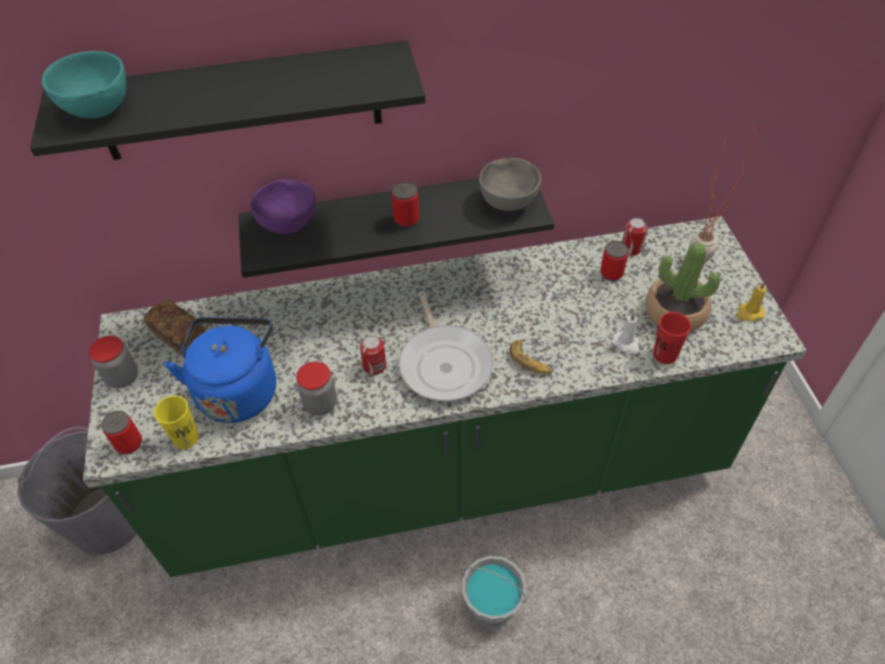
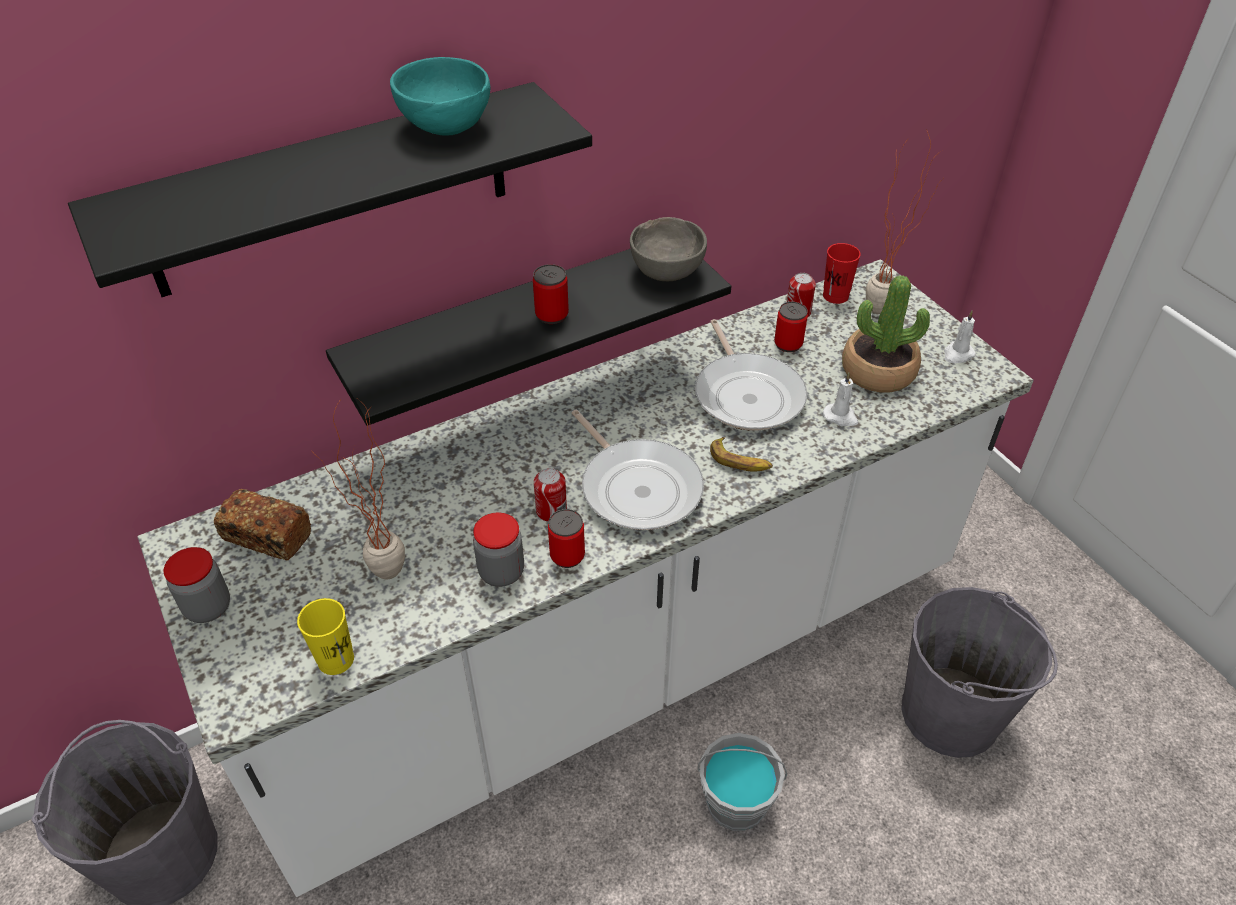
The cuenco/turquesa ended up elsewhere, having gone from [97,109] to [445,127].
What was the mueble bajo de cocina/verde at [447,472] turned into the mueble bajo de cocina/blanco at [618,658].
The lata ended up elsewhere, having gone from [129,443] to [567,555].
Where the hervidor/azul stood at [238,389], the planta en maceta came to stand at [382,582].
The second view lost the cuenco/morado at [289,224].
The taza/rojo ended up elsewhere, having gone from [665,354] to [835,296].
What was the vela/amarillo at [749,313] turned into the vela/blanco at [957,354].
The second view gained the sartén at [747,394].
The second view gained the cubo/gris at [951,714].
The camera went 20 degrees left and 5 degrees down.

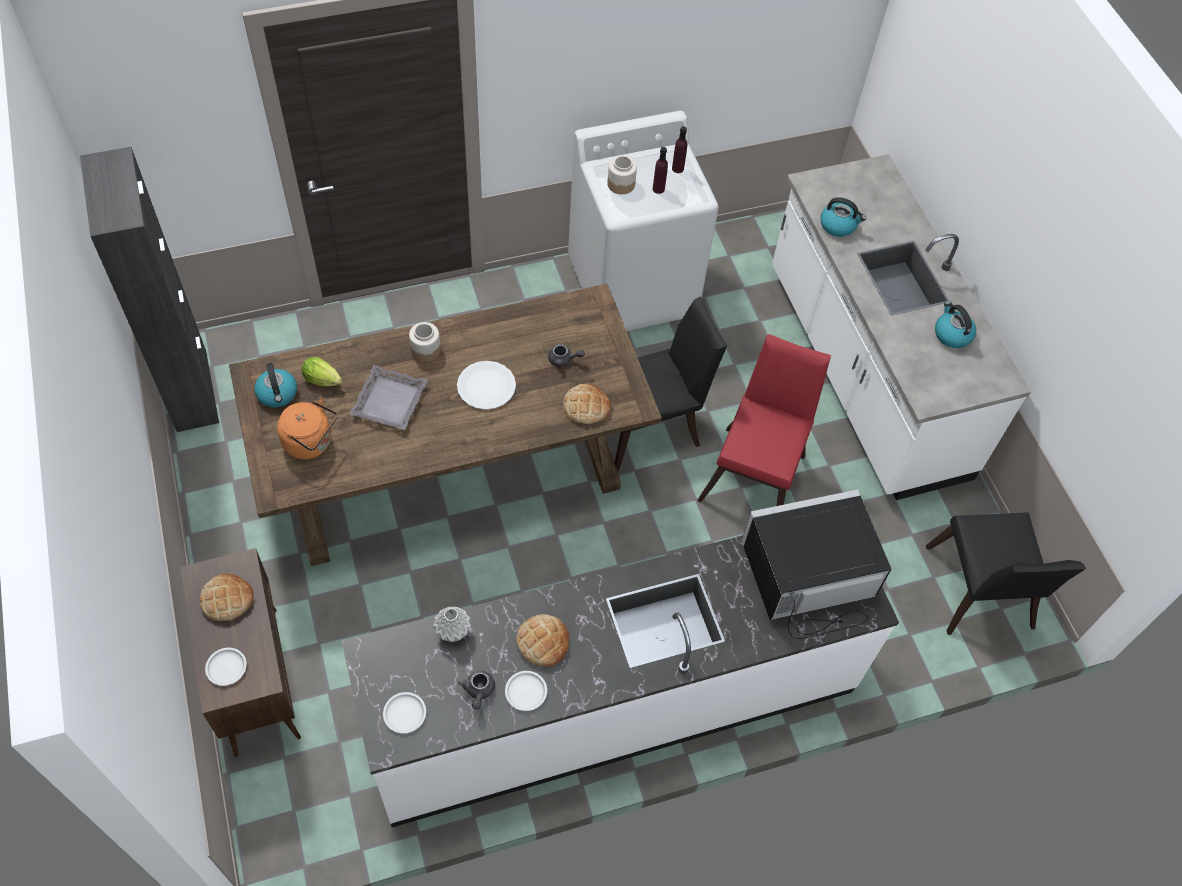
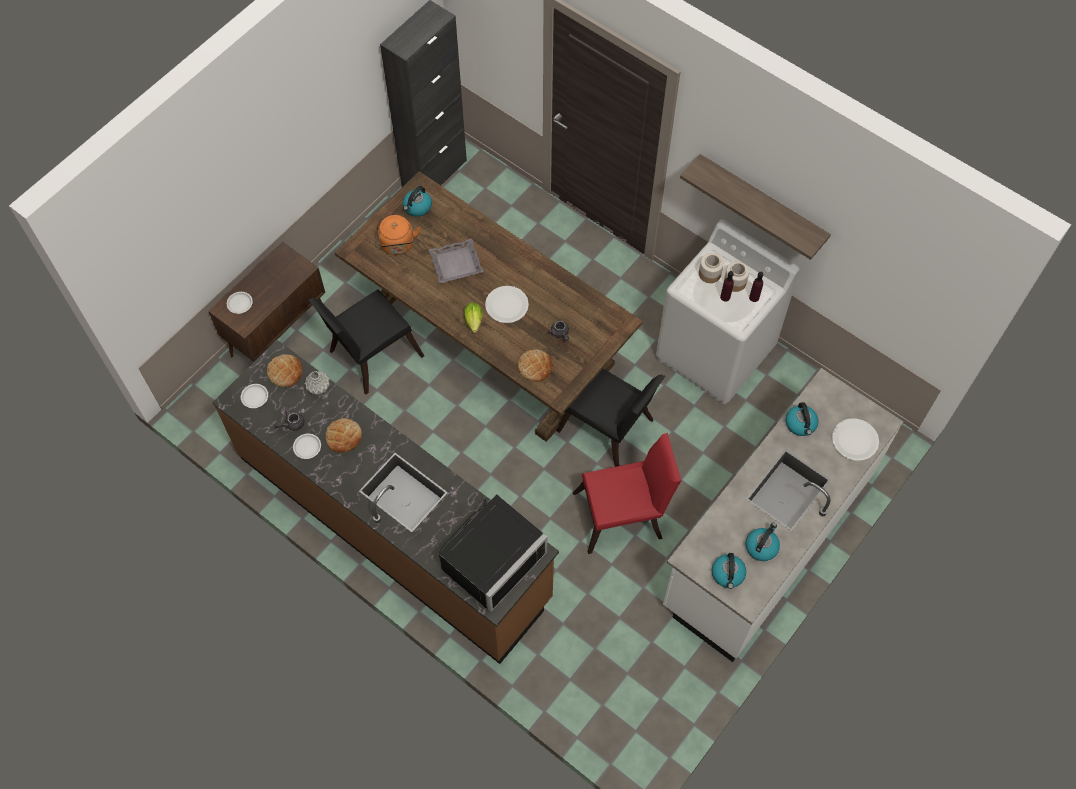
The pan ended up elsewhere, having gone from [227,599] to [285,372].
The lechuga ended up elsewhere, having gone from [324,381] to [474,323].
What was the mueble bajo de cocina/blanco at [612,702] turned into the mueble bajo de cocina/marrón at [394,526].
The tarro ended up elsewhere, having gone from [425,350] to [735,282].
The microondas/negro at [809,579] ended up facing another way, 90 degrees clockwise from before.
The silla/negro ended up elsewhere, having gone from [979,595] to [370,356].
The second view gained the estante at [761,204].
The second view gained the hervidor at [728,574].
The second view gained the plato/blanco at [854,440].
The camera went 60 degrees right and 5 degrees up.

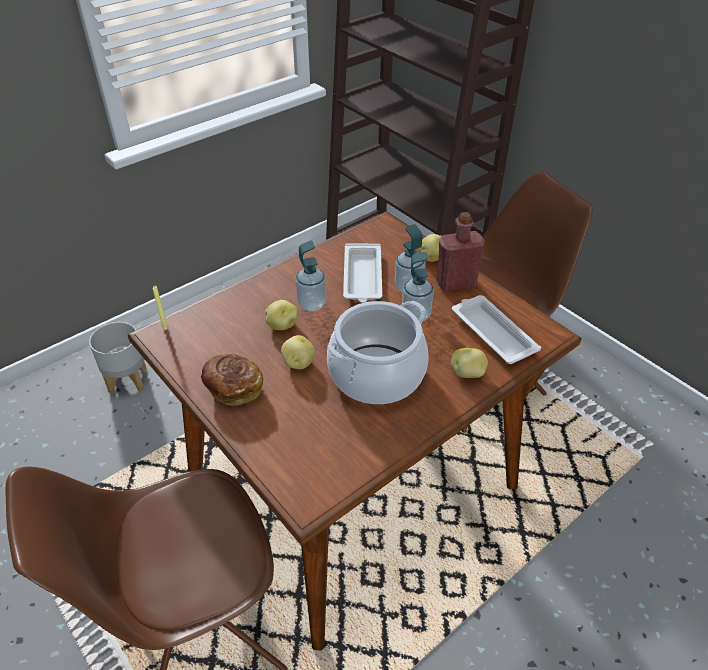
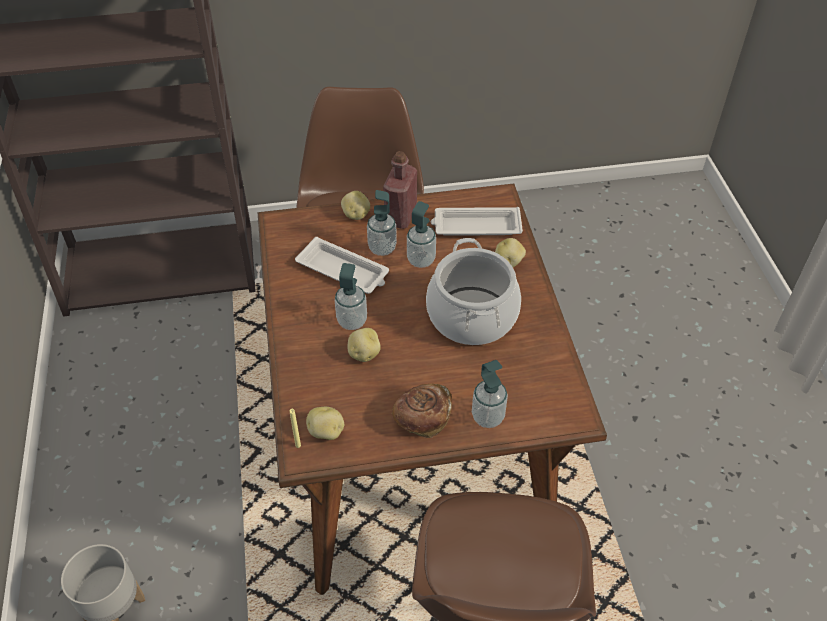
The patata ended up elsewhere, having gone from [298,363] to [326,432].
The second view gained the dispensador de jabón at [488,417].
The camera went 60 degrees left and 5 degrees up.

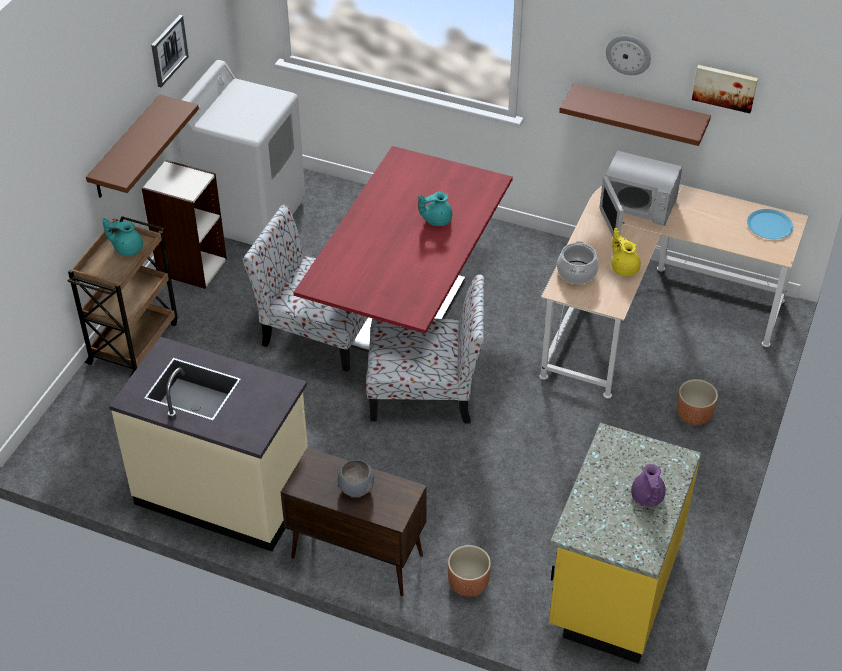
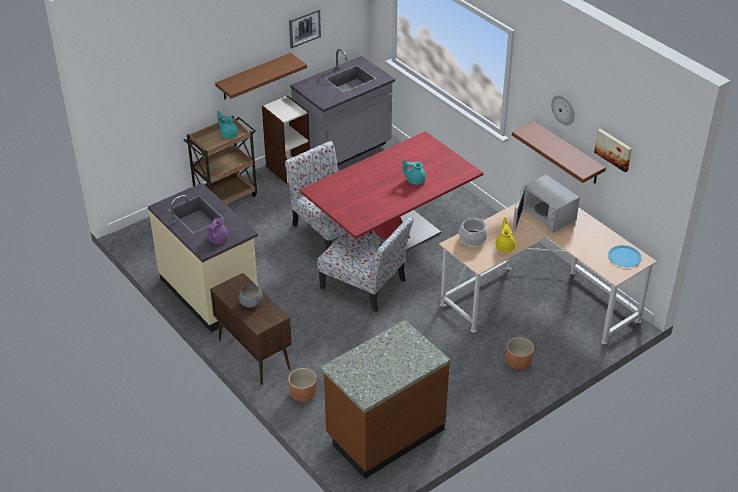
Where the lavadora/blanco stood at [249,212], the mueble bajo de cocina/gris came to stand at [344,151].
What was the mueble bajo de cocina/amarillo at [612,587] turned into the mueble bajo de cocina/marrón at [384,433].
The tetera/morado ended up elsewhere, having gone from [647,498] to [217,239].
The camera went 30 degrees right and 5 degrees down.

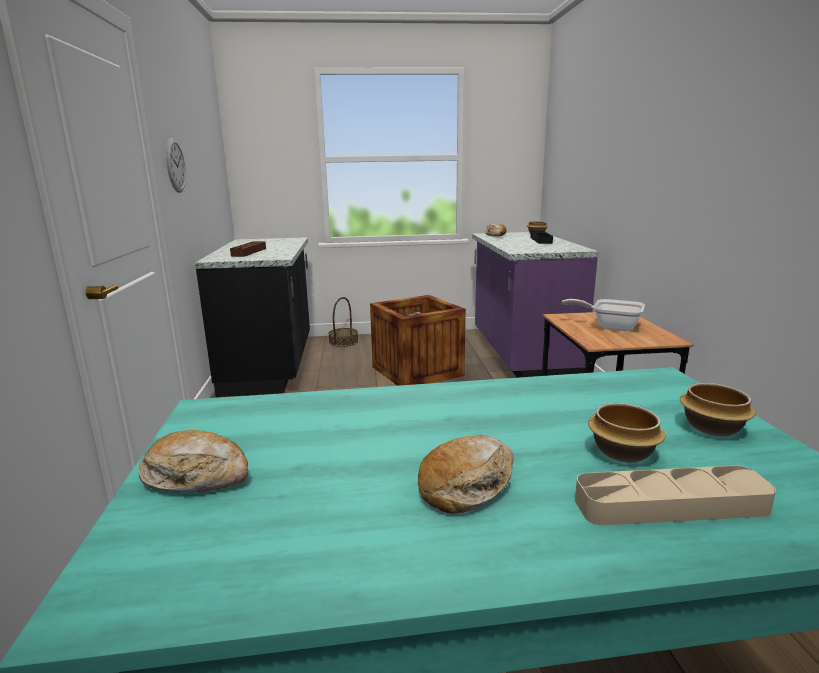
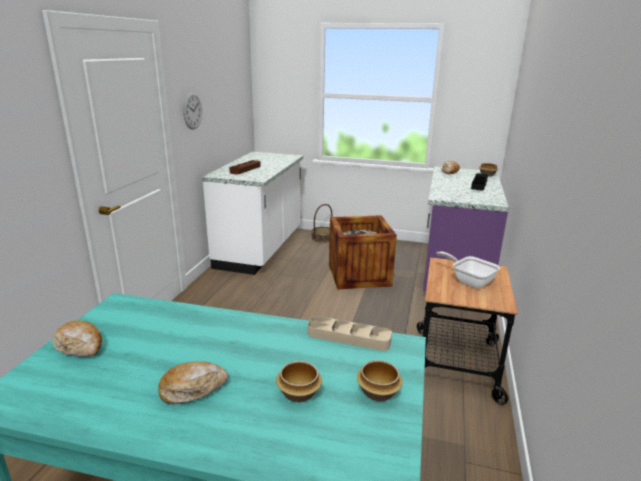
What was the mueble bajo de cocina/negro at [271,365] turned into the mueble bajo de cocina/blanco at [260,249].
The bandeja/beis ended up elsewhere, having gone from [670,504] to [348,337].
The camera went 20 degrees right and 5 degrees up.

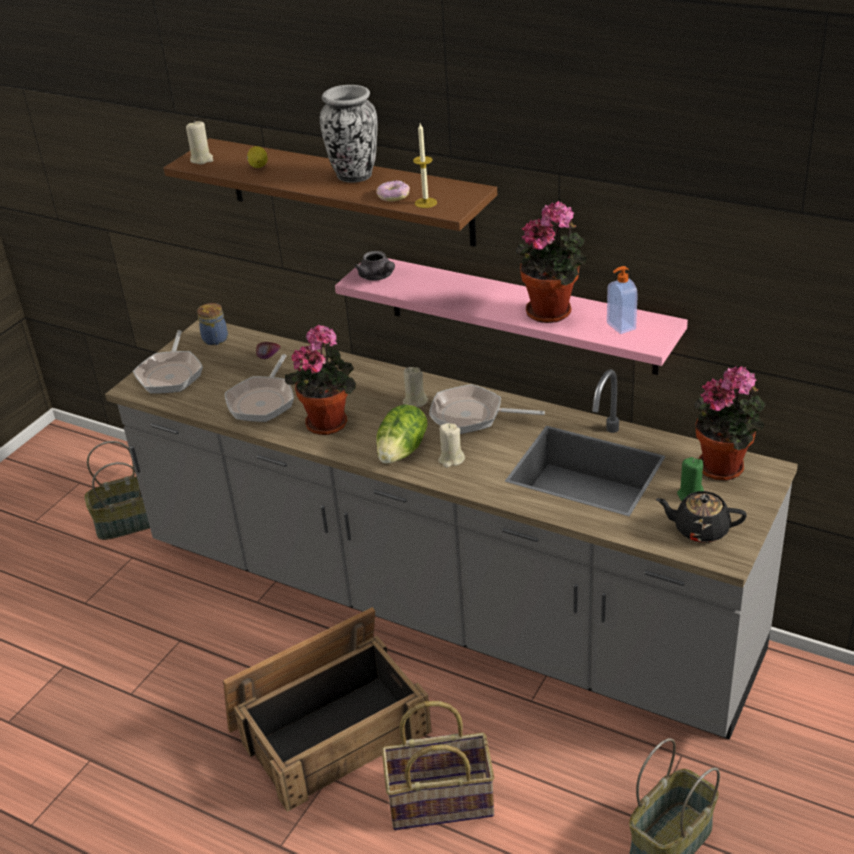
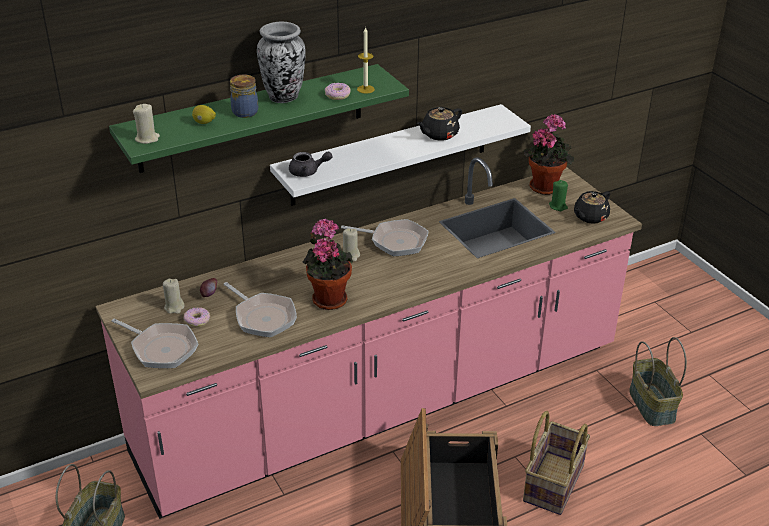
What was the mueble bajo de cocina/gris at [441,602] turned into the mueble bajo de cocina/rosa at [383,403].
What was the estante/marrón at [348,191] turned into the estante/verde at [252,118].
The tarro ended up elsewhere, having gone from [216,338] to [244,112].
What was the estante/rosa at [520,314] turned into the estante/blanco at [391,155].
The second view lost the lechuga at [403,451].
The sartén at [472,415] ended up facing another way, 120 degrees counterclockwise from before.
The vela/beis ended up elsewhere, having gone from [451,459] to [174,307].
Where the planta en maceta stood at [553,311], the tetera/negro came to stand at [439,134].
The second view lost the dispensador de jabón at [620,326].
The second view gained the rosquilla at [197,320].
The camera went 60 degrees left and 0 degrees up.

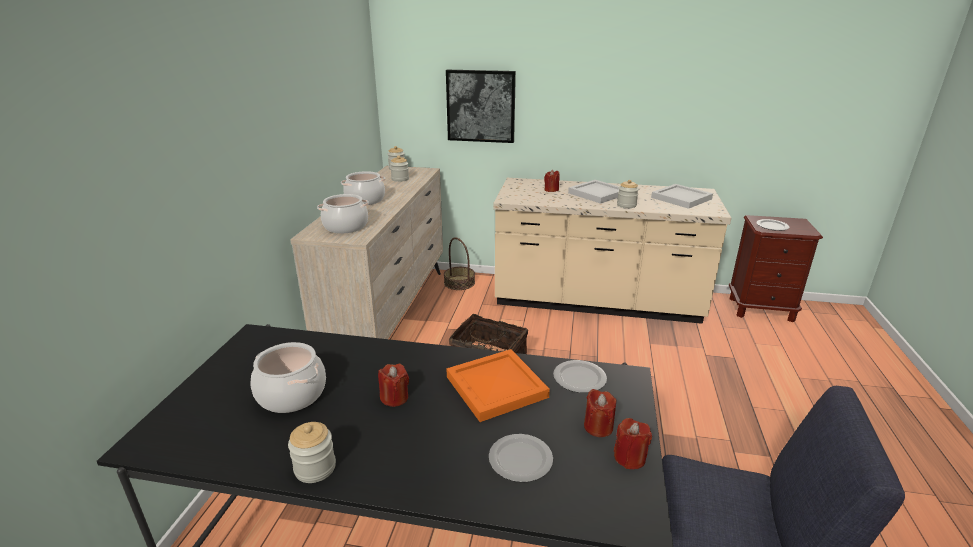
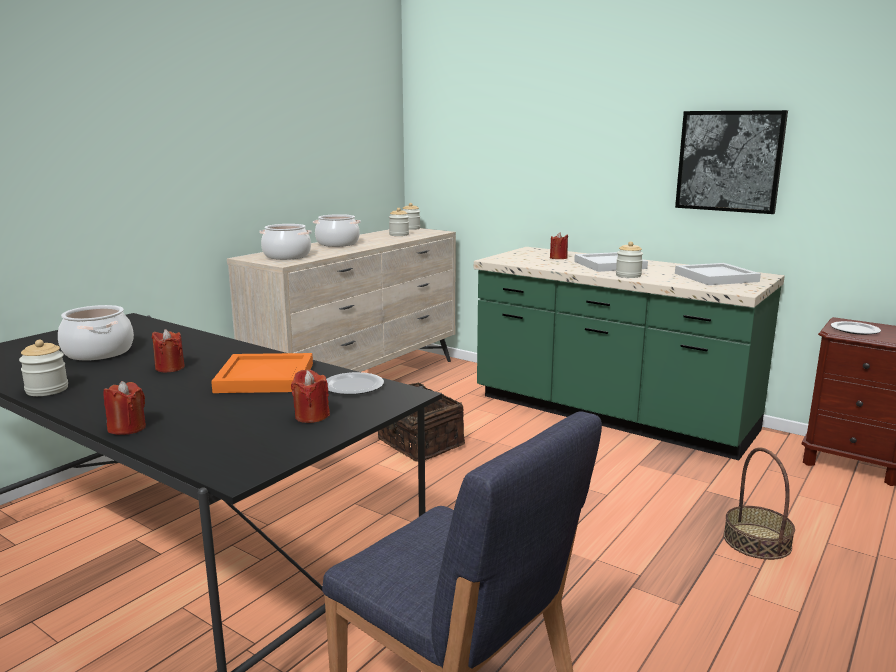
The cesta ended up elsewhere, having gone from [459,283] to [756,541].
The cuadro ended up elsewhere, having gone from [481,106] to [729,161].
The second view lost the plato at [521,459].
What was the mueble bajo de cocina/beis at [596,302] turned into the mueble bajo de cocina/verde at [611,415].
The vela/rojo ended up elsewhere, having gone from [629,458] to [127,428].
The camera went 25 degrees right and 10 degrees down.

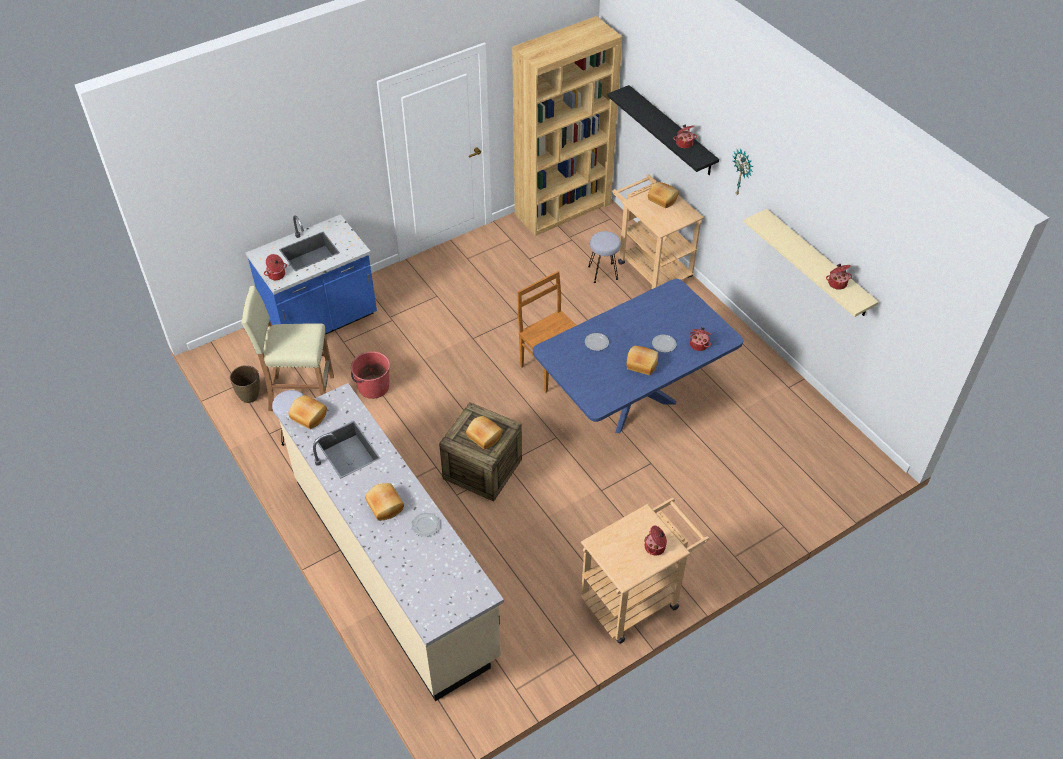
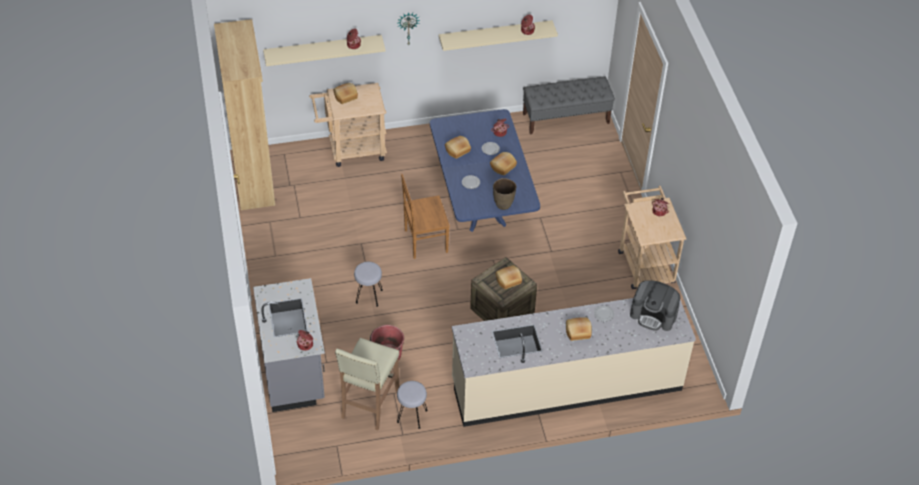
The florero/marrón ended up elsewhere, having gone from [250,396] to [503,204].
What was the mueble bajo de cocina/azul at [322,321] turned into the mueble bajo de cocina/gris at [294,371].
The pan ended up elsewhere, having gone from [308,417] to [458,150].
The taburete/gris ended up elsewhere, having gone from [603,272] to [368,296].
What was the estante/negro at [671,131] turned into the estante/beis at [323,49].
The second view gained the banco/gris at [566,118].
The second view gained the cafetera at [654,315].
The camera went 70 degrees left and 0 degrees up.

